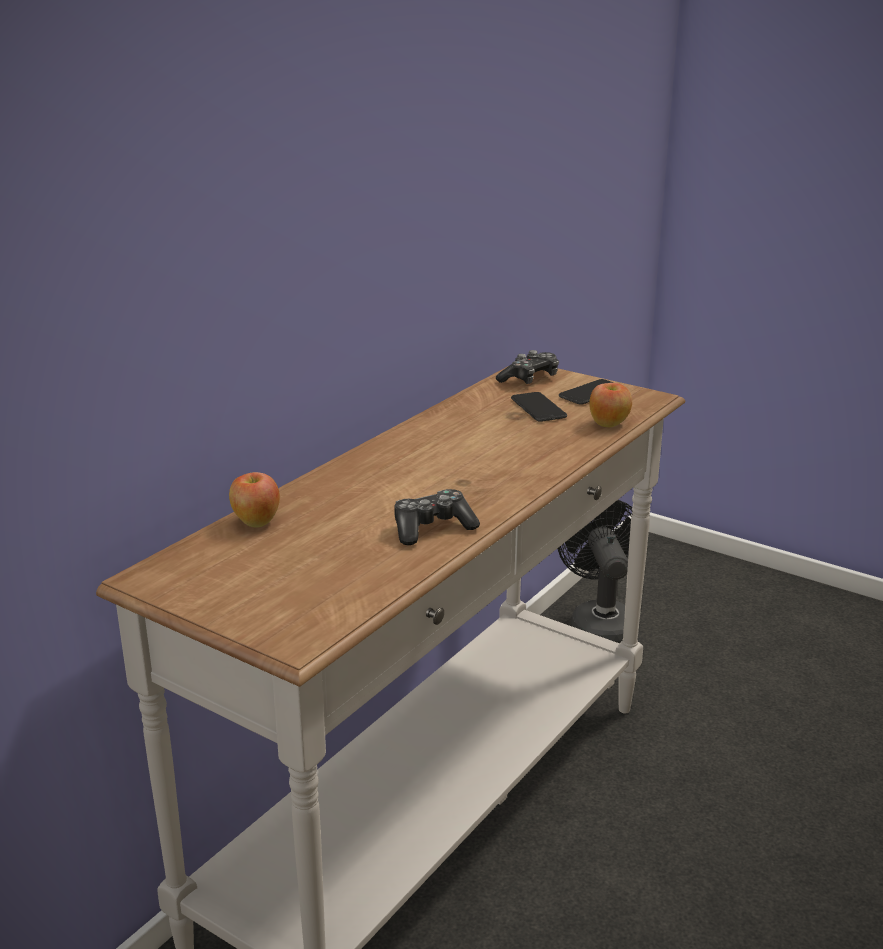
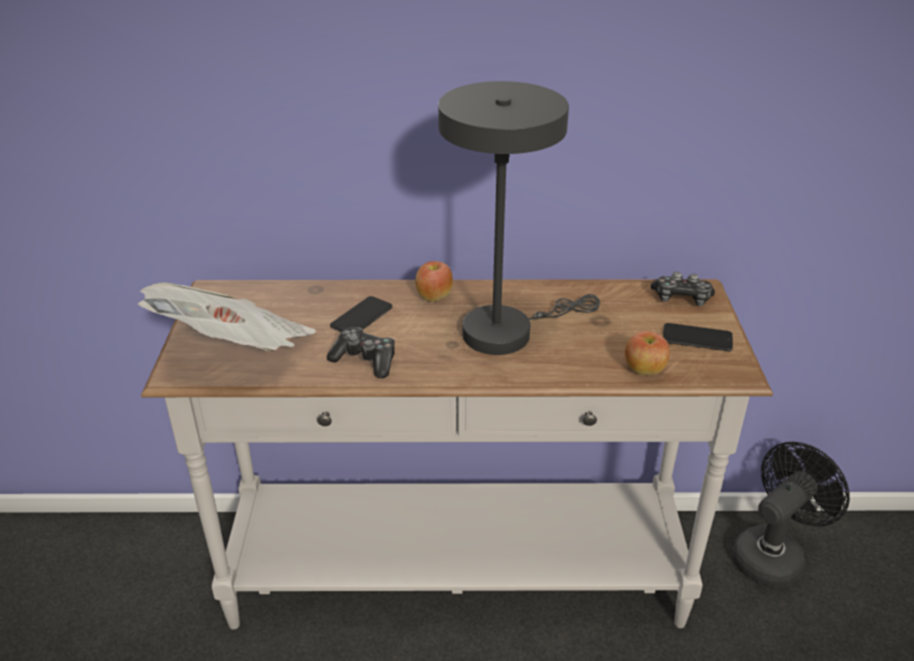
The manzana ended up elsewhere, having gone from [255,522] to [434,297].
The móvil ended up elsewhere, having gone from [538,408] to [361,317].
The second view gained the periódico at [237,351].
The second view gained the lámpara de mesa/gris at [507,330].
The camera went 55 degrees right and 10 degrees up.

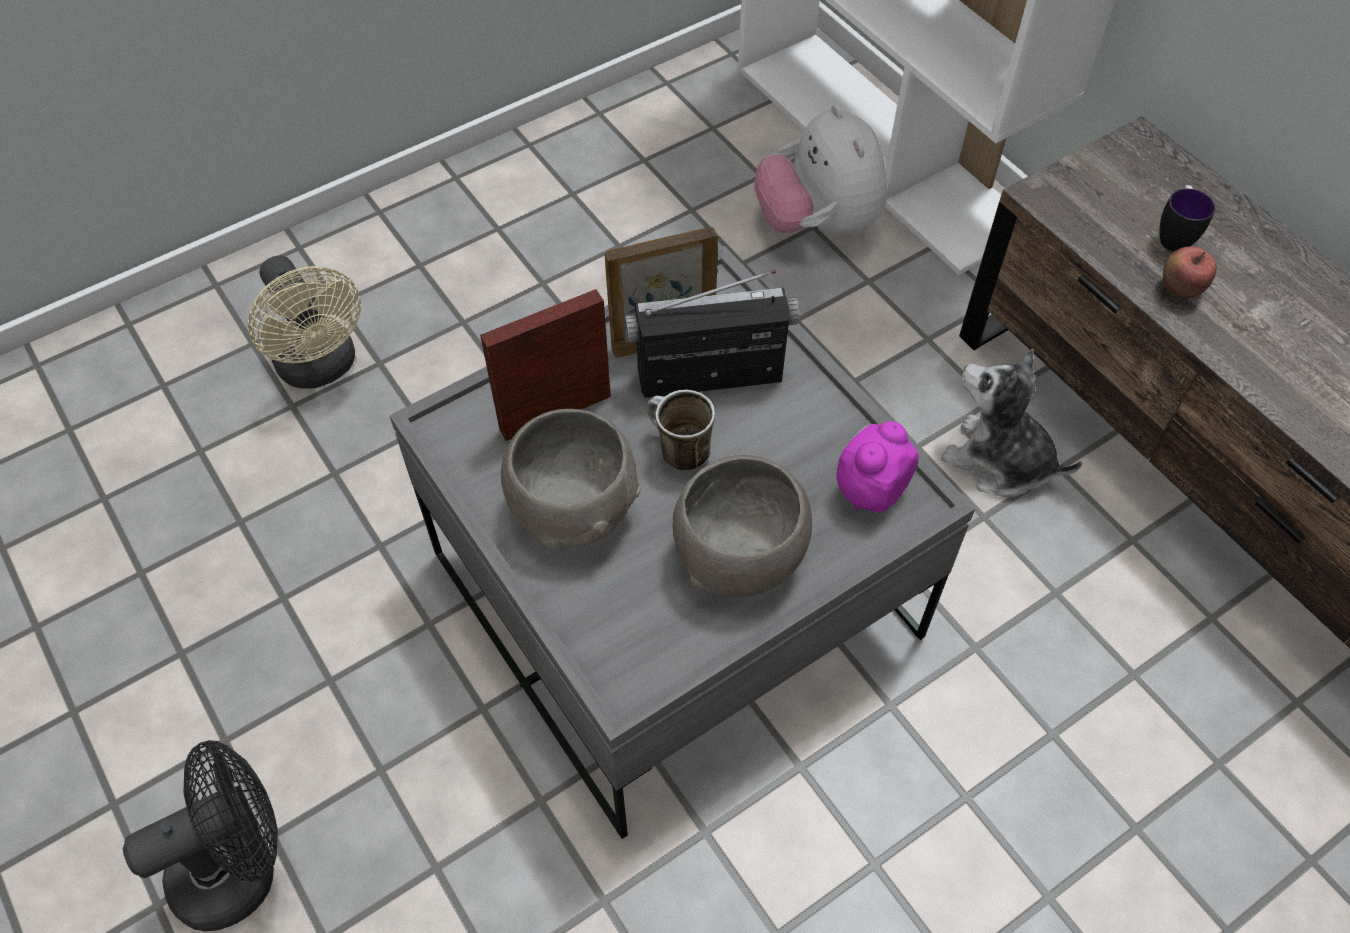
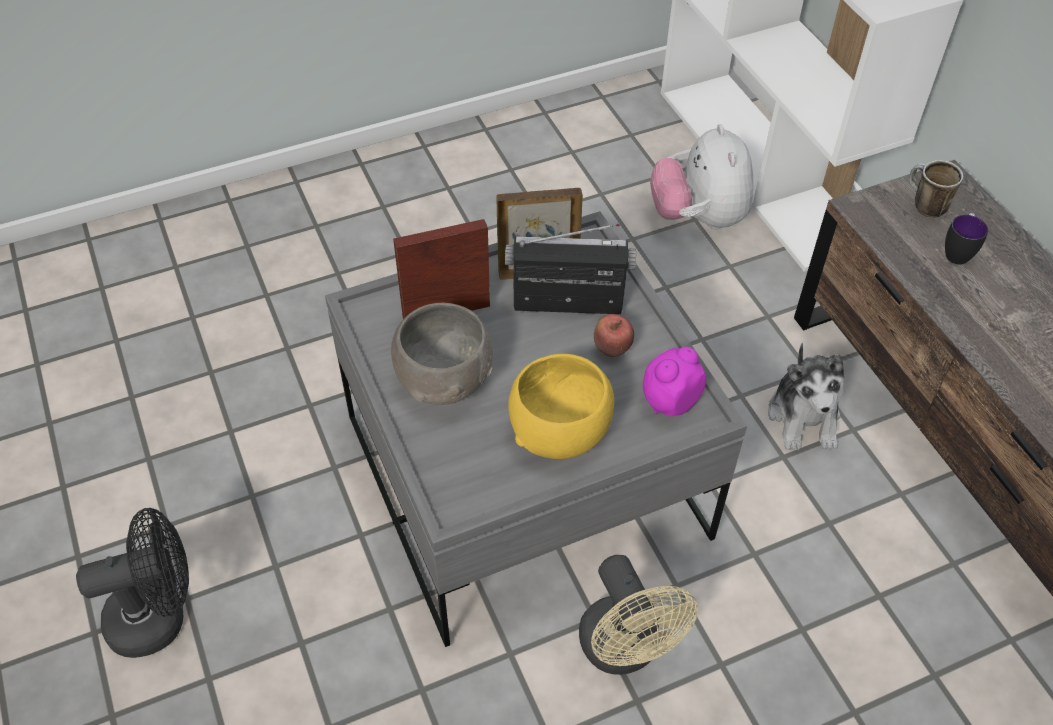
The ventilador/beis ended up elsewhere, having gone from [322,367] to [625,650].
The taza grande ended up elsewhere, having gone from [676,451] to [923,206].
What was the cuenco/gris at [738,554] turned into the cuenco/amarillo at [558,430].
The peluche at [998,461] ended up facing another way, 135 degrees counterclockwise from before.
The manzana ended up elsewhere, having gone from [1179,290] to [612,349].
The camera went 10 degrees right and 5 degrees down.

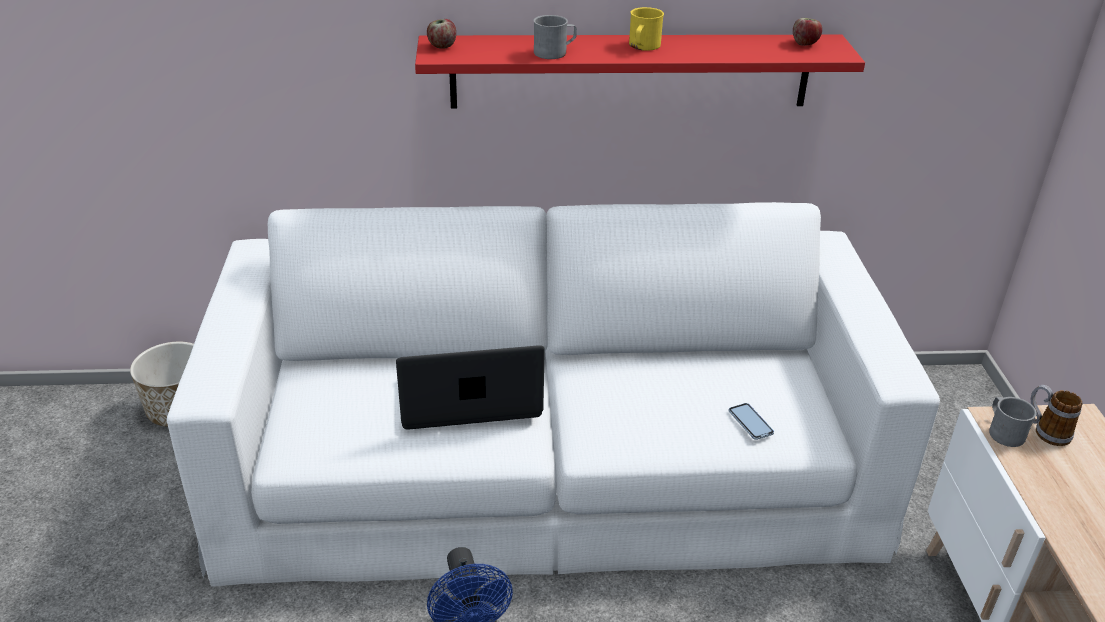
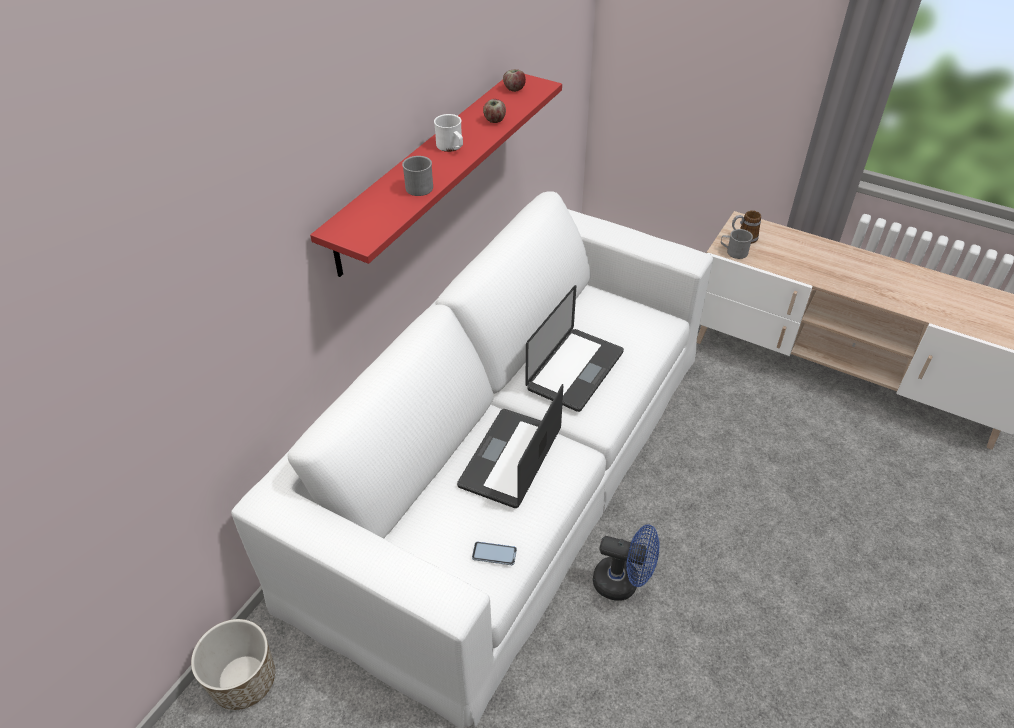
The manzana ended up elsewhere, having gone from [441,46] to [494,120].
What was the taza grande/amarillo at [643,47] turned into the taza grande/blanco at [451,147].
The móvil ended up elsewhere, having gone from [750,422] to [494,554].
The second view gained the portátil at [575,370].
The camera went 55 degrees left and 10 degrees up.

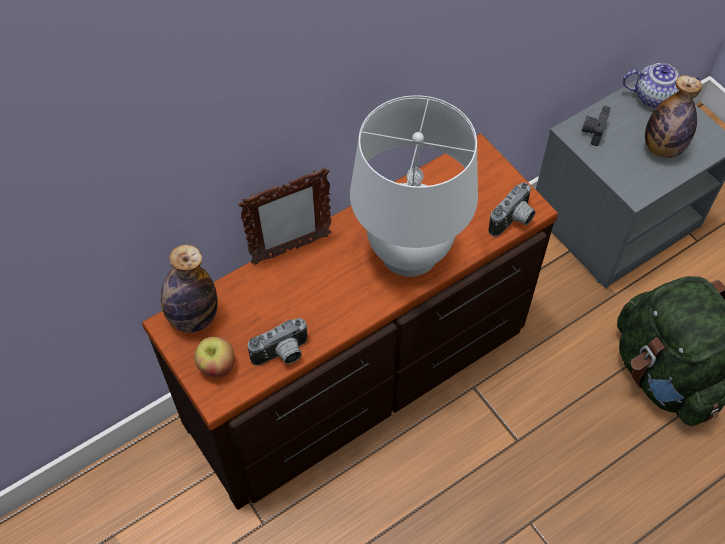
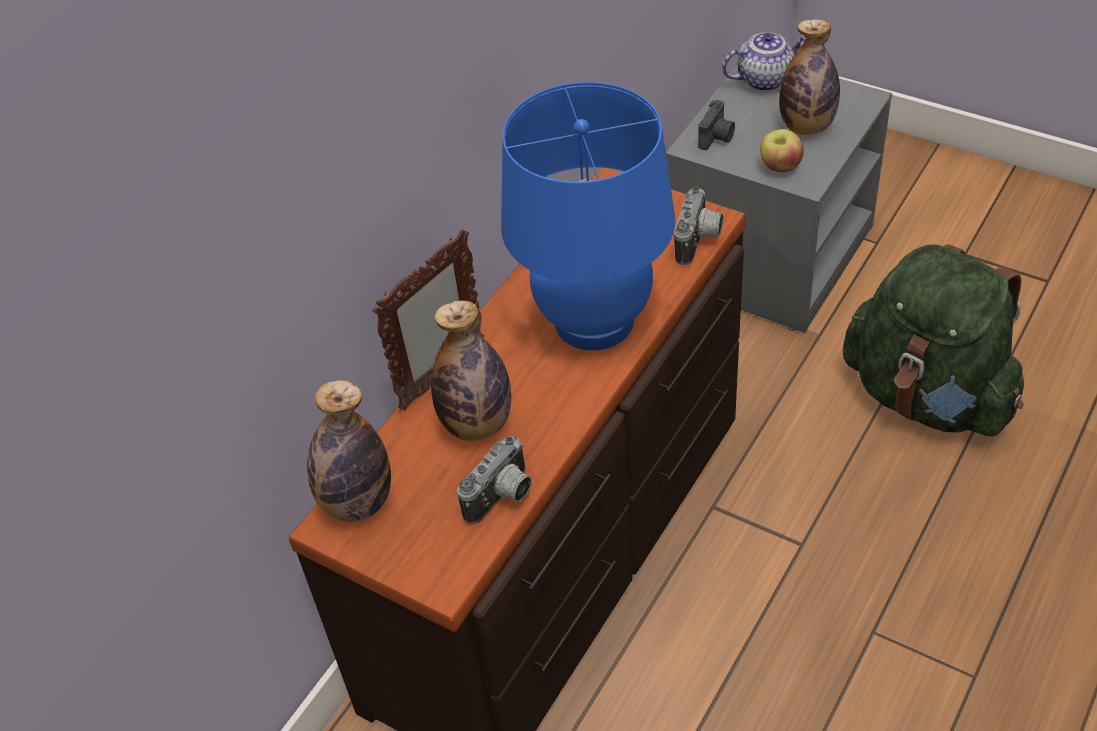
The manzana ended up elsewhere, having gone from [216,366] to [780,166].
What was the lámpara de mesa/blanco at [409,252] turned into the lámpara de mesa/azul at [594,321].
The cámara at [593,131] ended up facing another way, 150 degrees counterclockwise from before.
The second view gained the botella at [477,424].
The camera went 20 degrees left and 10 degrees down.

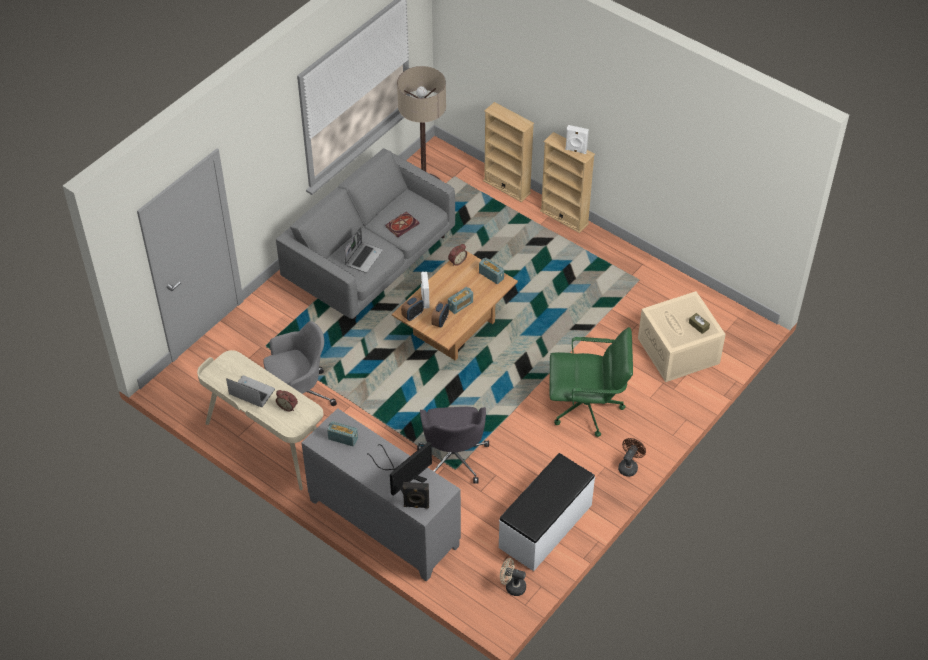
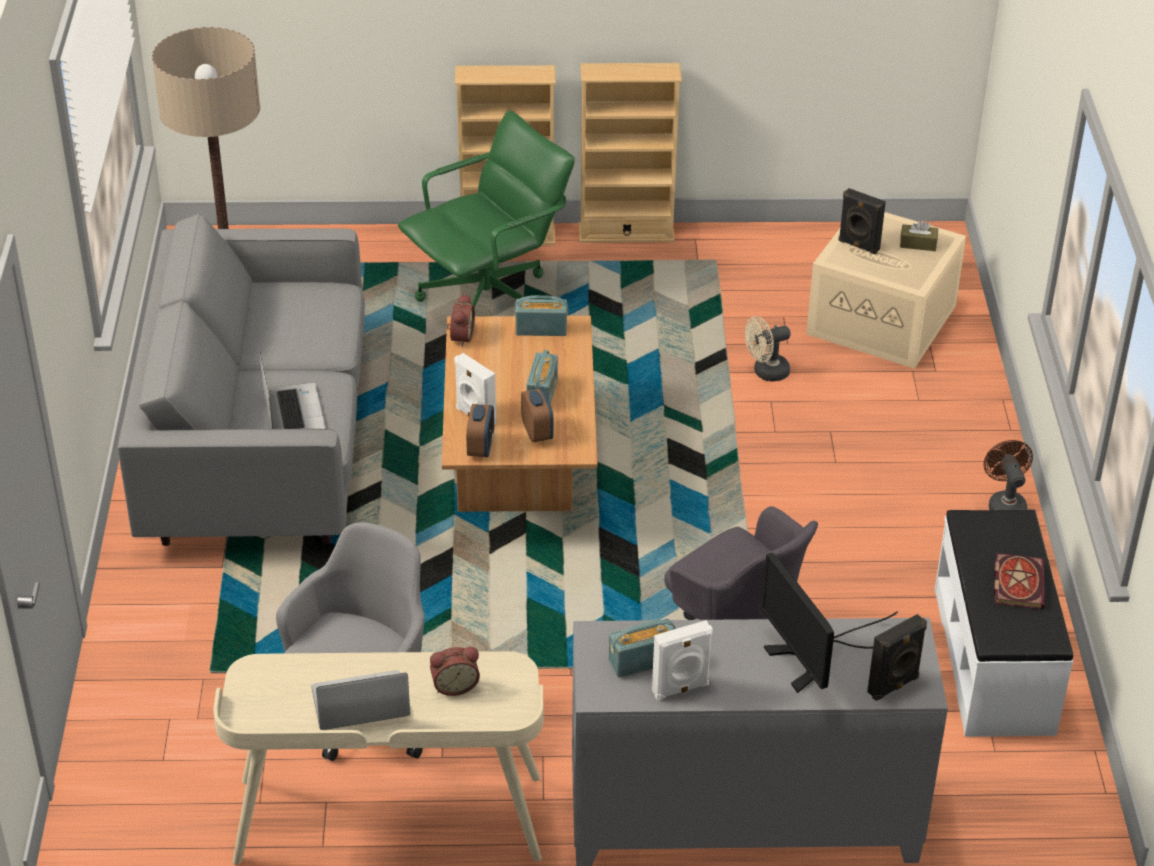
The monitor at [403,477] ended up facing another way, 150 degrees clockwise from before.
The libro ended up elsewhere, having gone from [402,225] to [1017,582].
The estantería/beis ended up elsewhere, having gone from [507,187] to [626,233].
The ventilador/beis ended up elsewhere, having gone from [512,586] to [766,373].
The silla de oficina/verde ended up elsewhere, having gone from [587,408] to [489,300].
The altavoz/blanco ended up elsewhere, having gone from [576,150] to [681,689].
The second view gained the altavoz/negro at [858,246].
The camera went 40 degrees left and 10 degrees down.

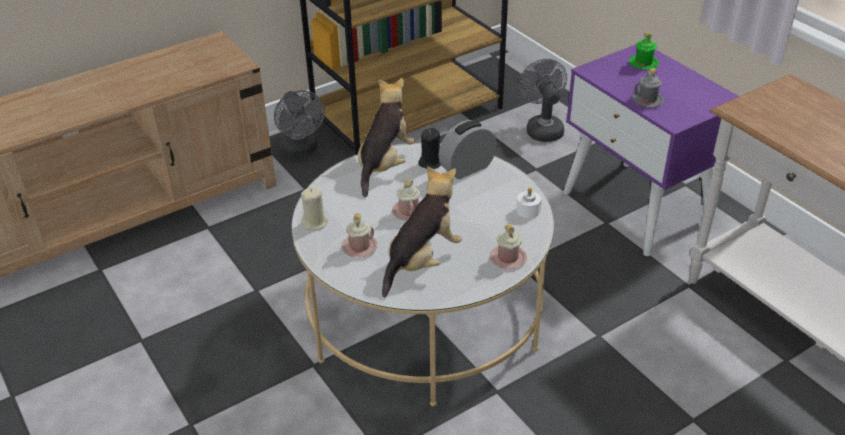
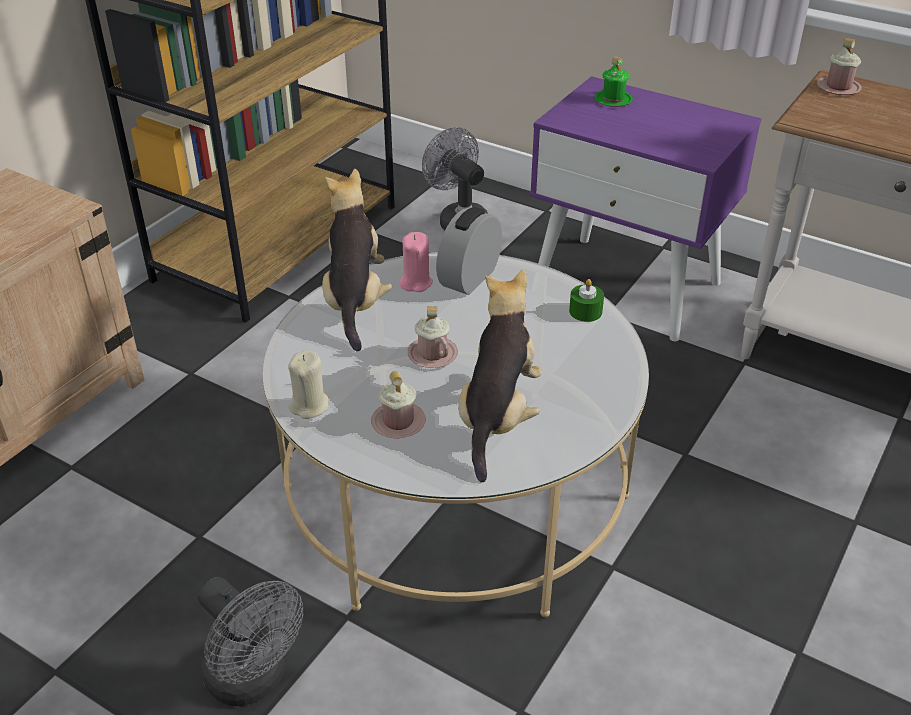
The ventilador/gris ended up elsewhere, having gone from [301,149] to [253,680].
What was the vela/negro at [430,163] turned into the vela/rosa at [416,283].
The taza grande/rosa ended up elsewhere, having gone from [508,258] to [838,88].
What was the vela/blanco at [528,210] turned into the vela/verde at [585,311].
The second view lost the taza grande/gris at [647,100].
The camera went 25 degrees left and 0 degrees up.

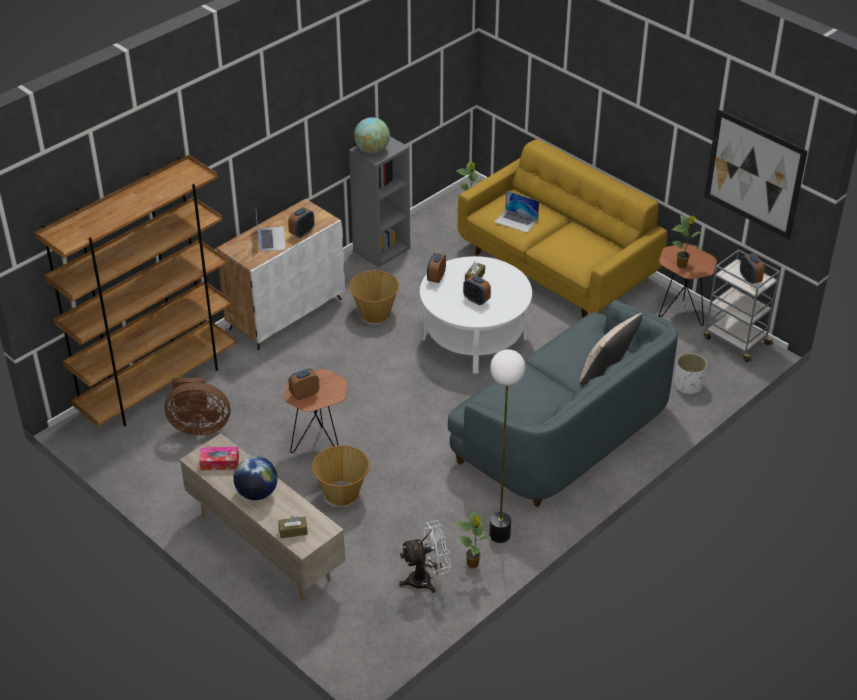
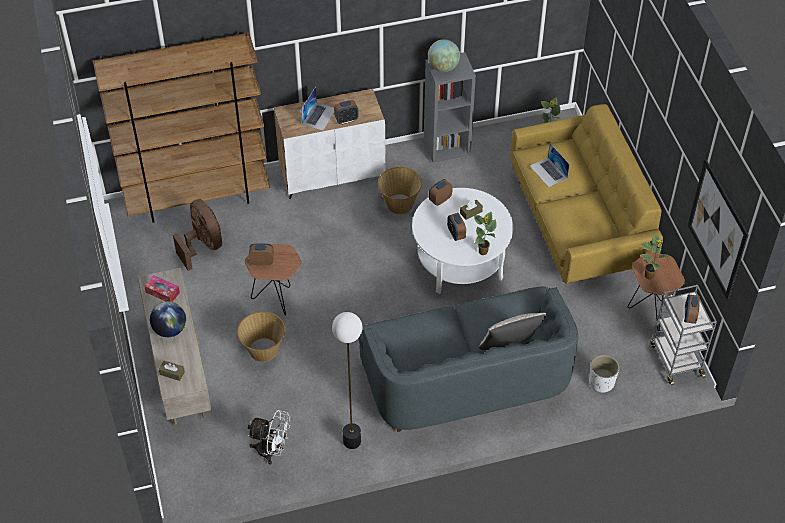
The ventilador/marrón at [199,426] ended up facing another way, 150 degrees counterclockwise from before.
The planta en maceta ended up elsewhere, having gone from [473,564] to [483,252].
The camera went 30 degrees right and 10 degrees up.

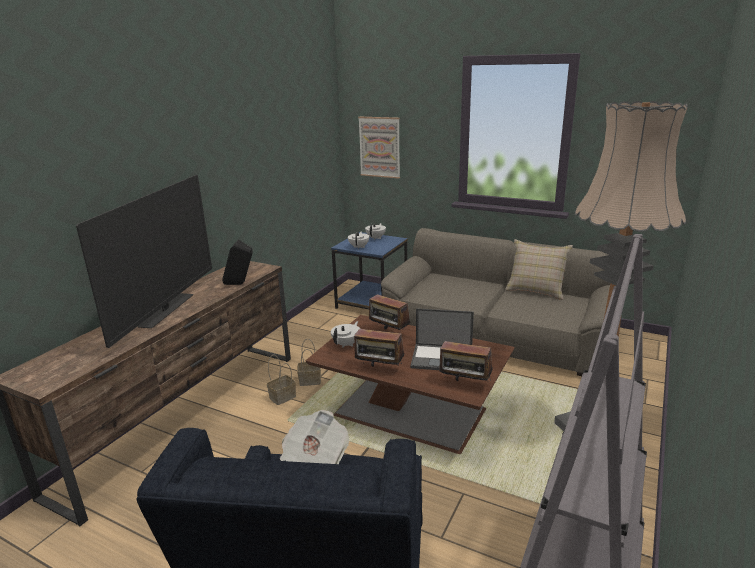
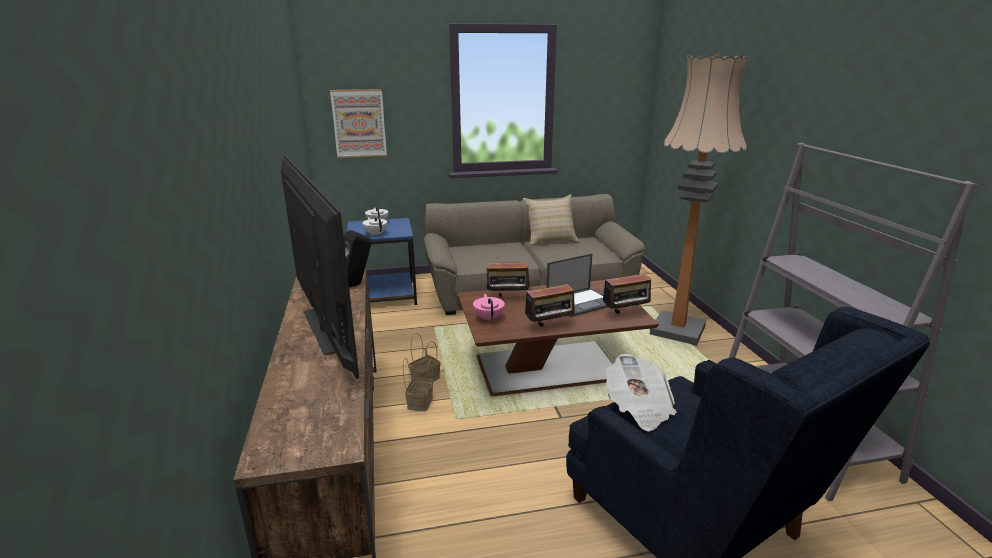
What was the tetera/blanco at [346,344] turned into the tetera/rosa at [489,318].
The camera went 40 degrees left and 0 degrees up.

